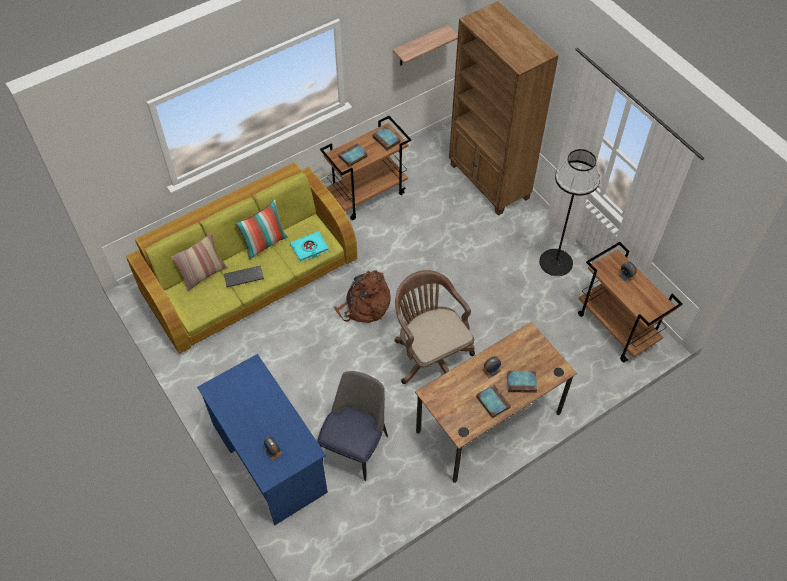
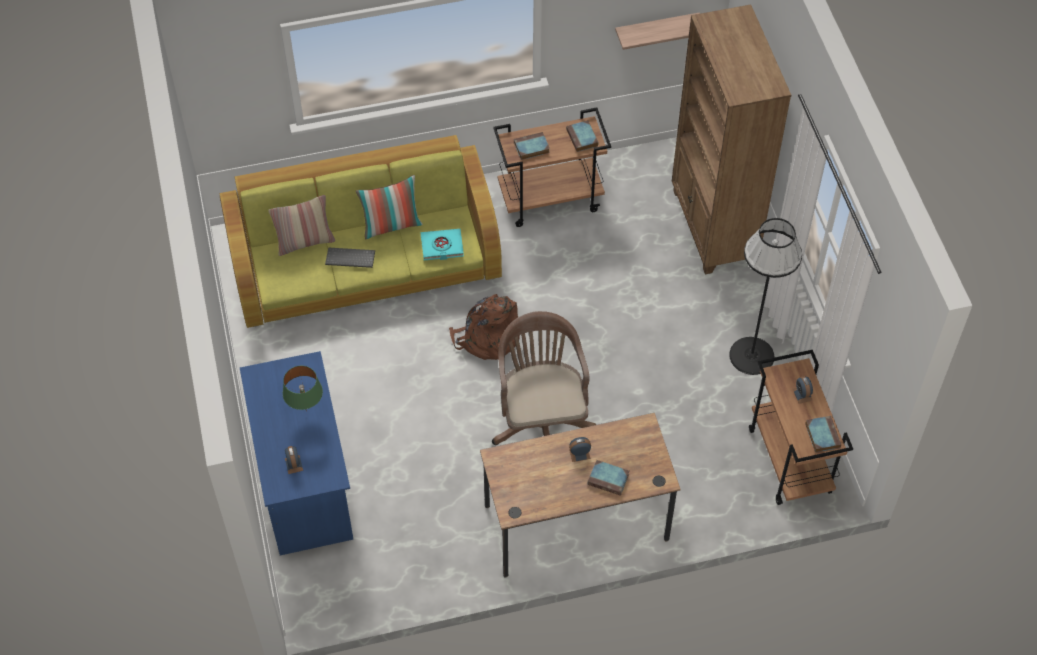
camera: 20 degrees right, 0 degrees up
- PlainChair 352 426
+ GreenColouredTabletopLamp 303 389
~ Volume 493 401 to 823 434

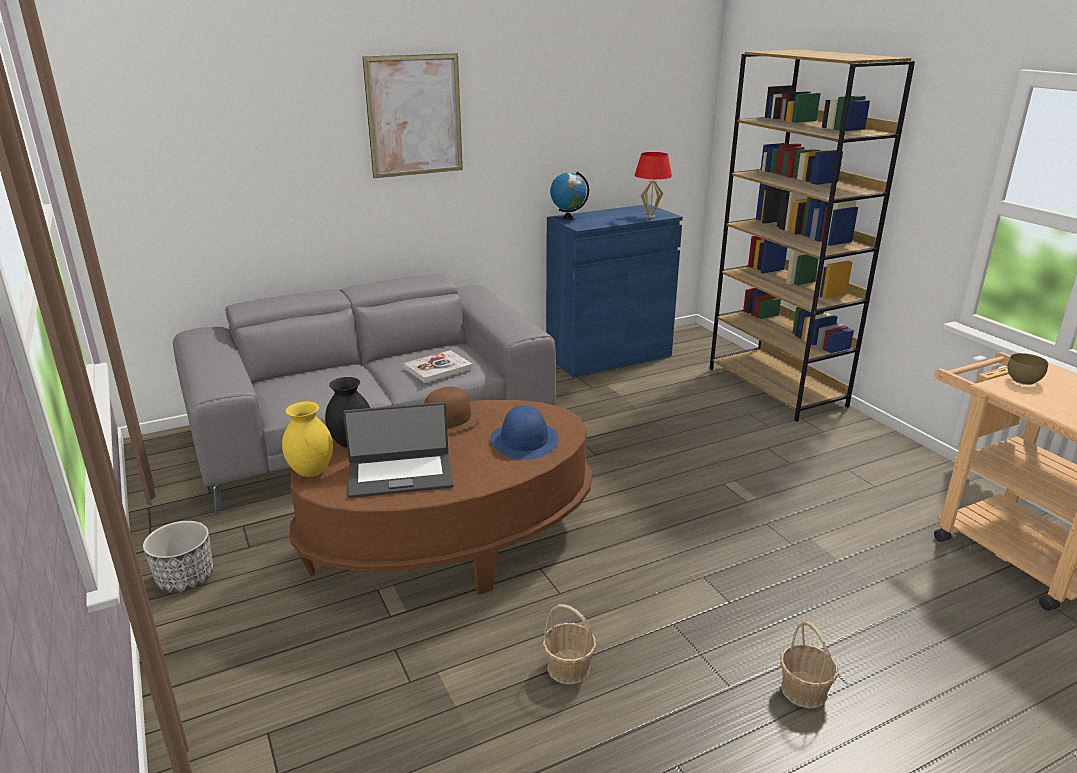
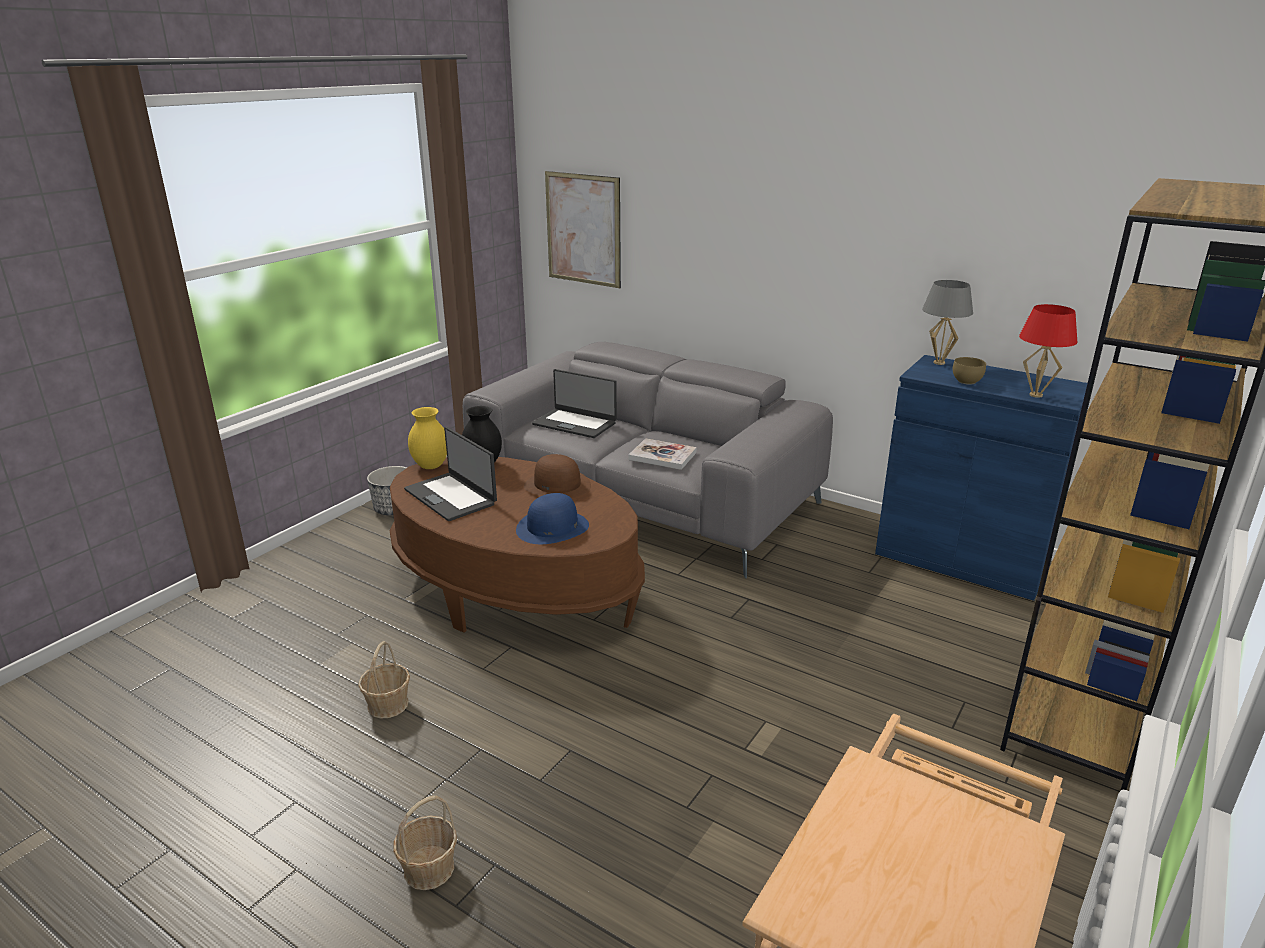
camera: 60 degrees right, 0 degrees up
+ NotebookComputer 574 403
~ WallArt 413 116 to 583 229
~ BrownColouredBowl 1027 369 to 969 371
~ WorldGlobe 569 195 to GreyTabletopLamp 947 322

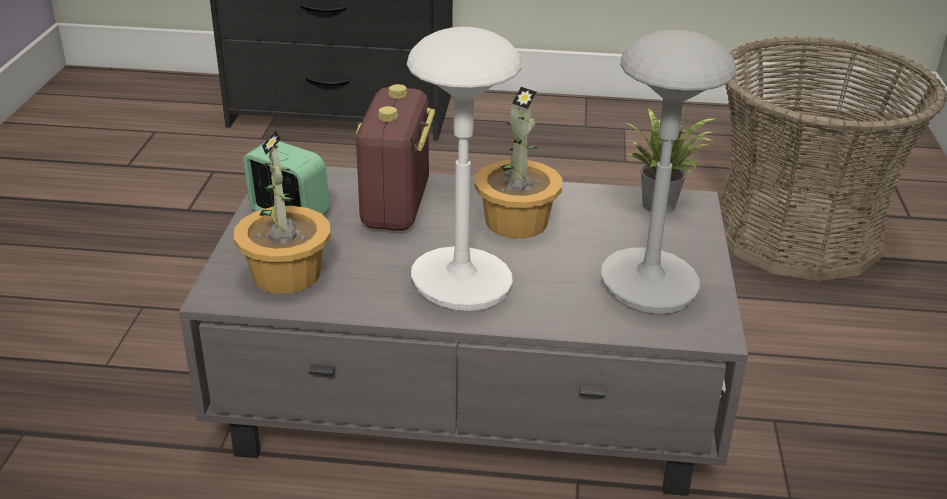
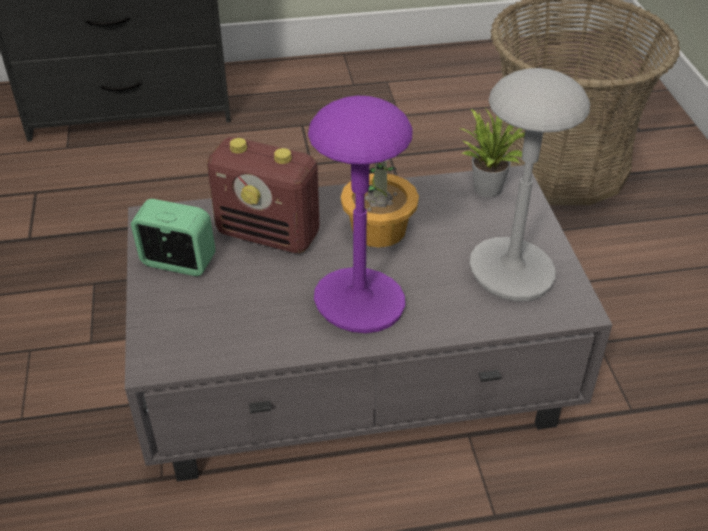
camera: 15 degrees left, 10 degrees up
- Houseplant 282 212
~ WhitishTabletopLamp 464 169 to PurpleColouredTabletopLamp 360 214
~ Radio 395 157 = 263 195 60 degrees counterclockwise

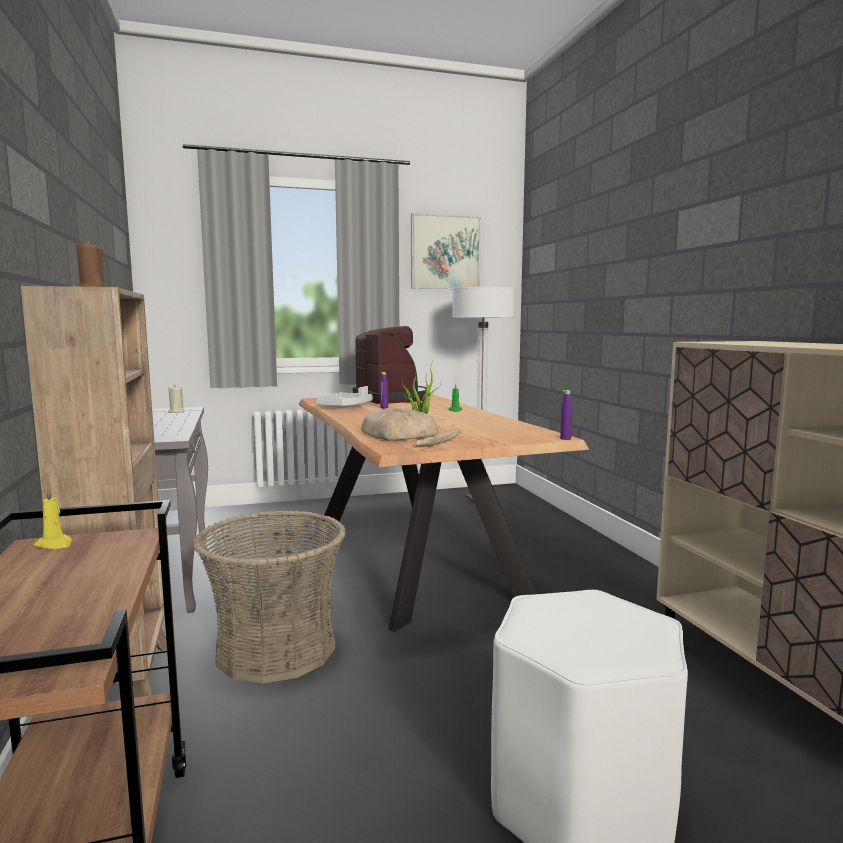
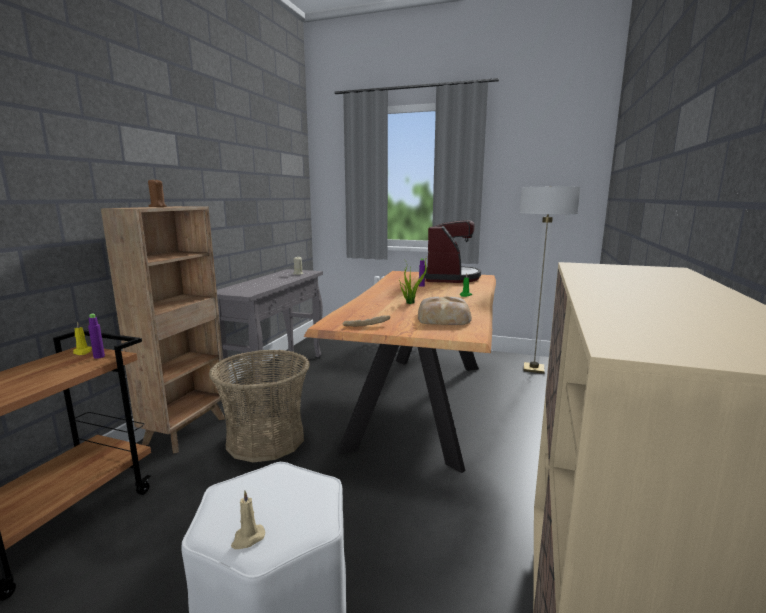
camera: 35 degrees right, 5 degrees up
- GreyServingTray 344 397
- WallArt 446 251
+ BeigeWaxLight 248 520
~ Bread 399 424 to 445 311
~ PurpleColouredDrinkBottle 566 415 to 96 336

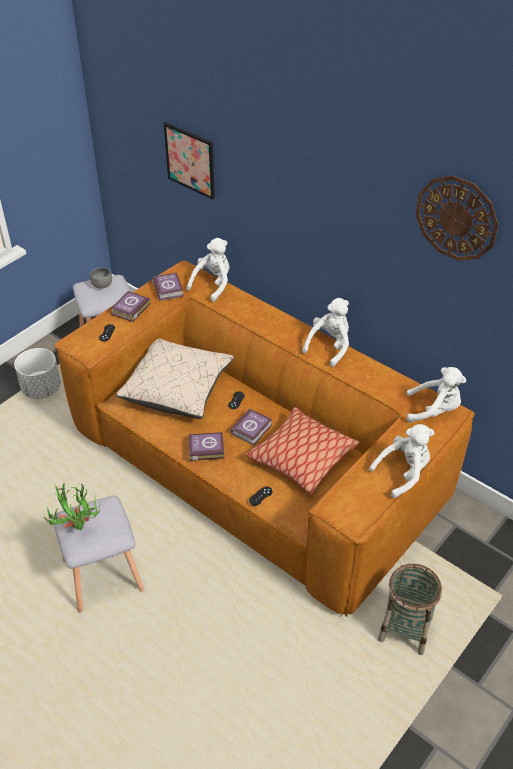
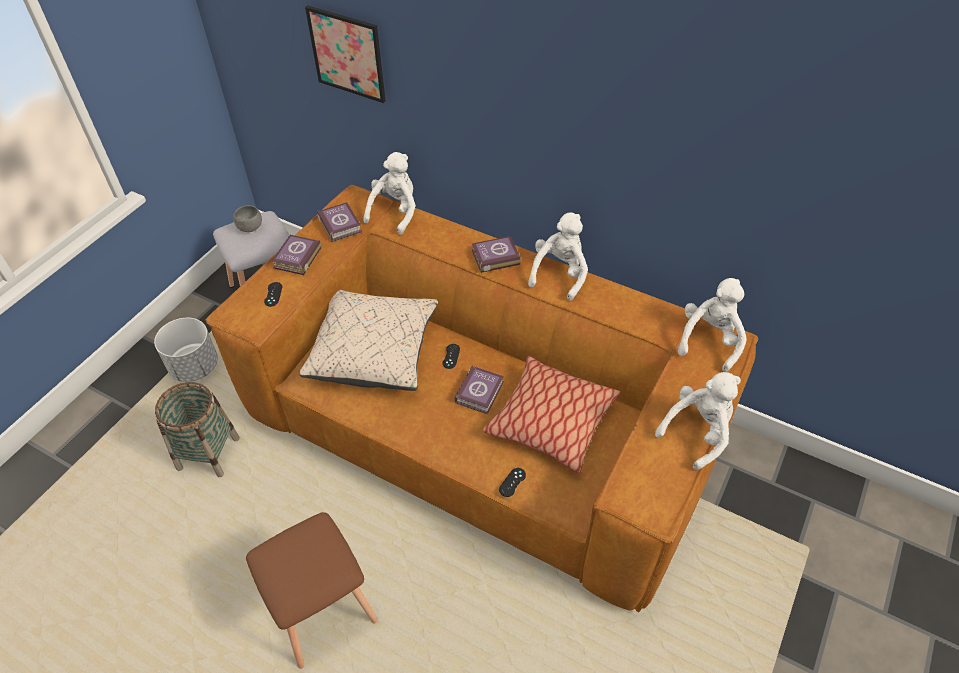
camera: 10 degrees left, 5 degrees up
- Houseplant 73 506
- ClockOnTheWall 457 218
~ Volume 207 446 to 496 254
~ StorageBasket 410 609 to 197 429
~ GreySittingStool 98 554 to BrownColouredSittingStool 312 590
~ WhitishPlushToy 436 395 = 712 325 60 degrees counterclockwise

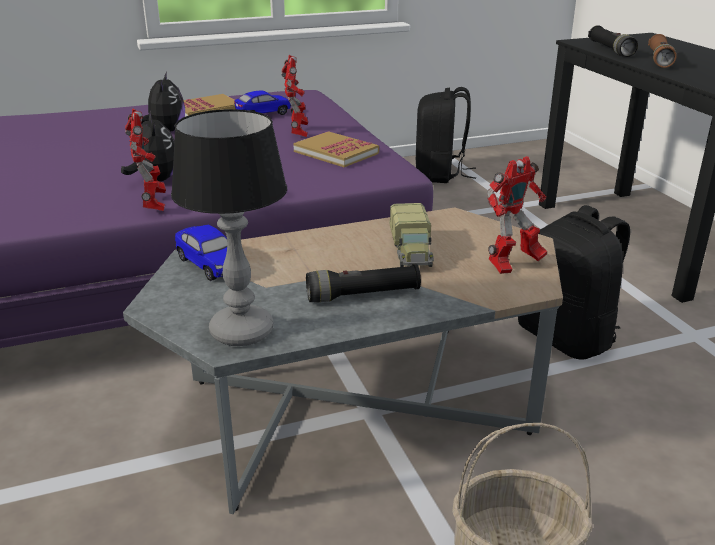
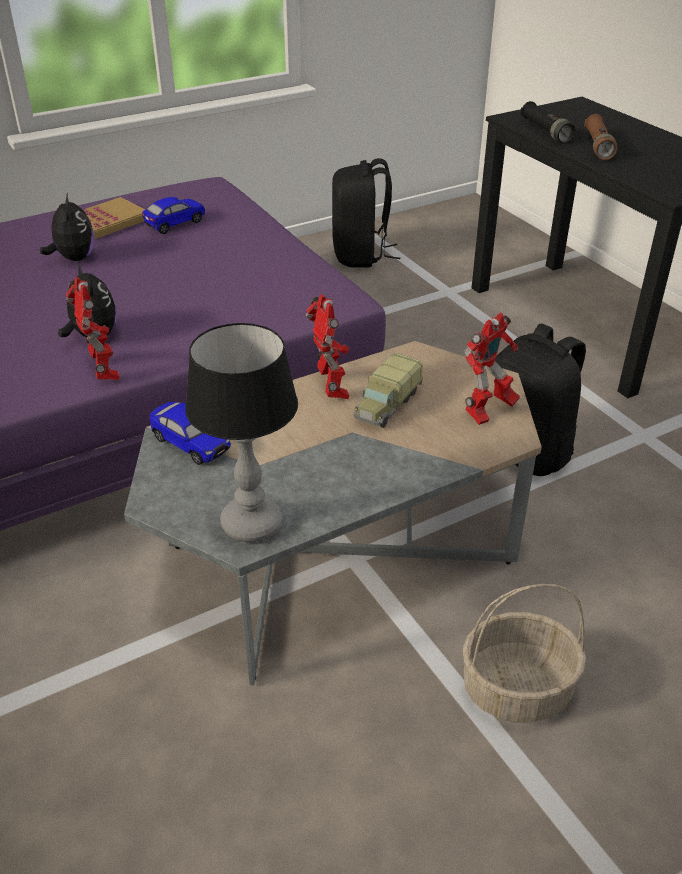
camera: 10 degrees left, 10 degrees up
- Volume 336 149
- BlackColouredHandTorch 363 283
~ ToyRobot 294 96 to 328 346
~ ToyLorry 411 235 = 388 390 45 degrees clockwise

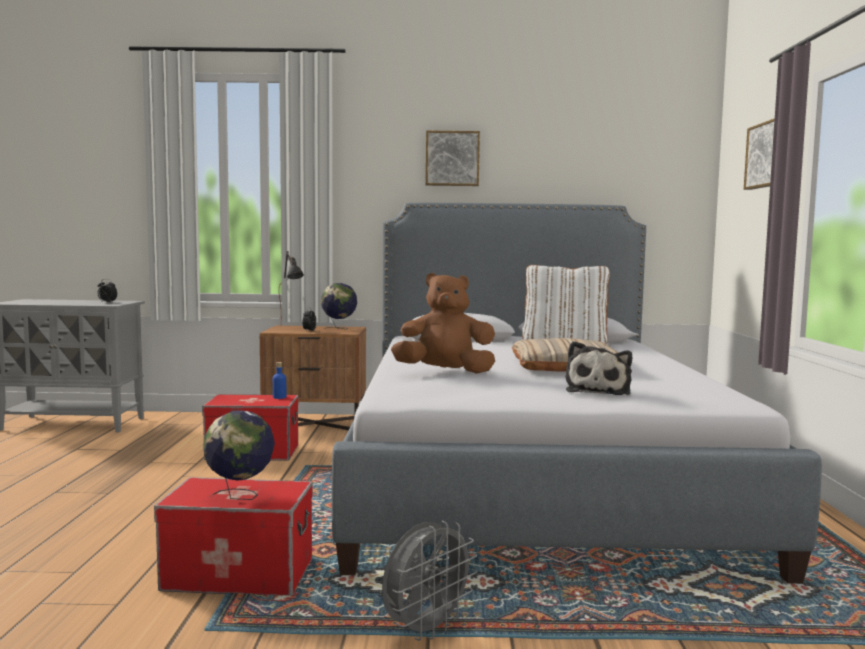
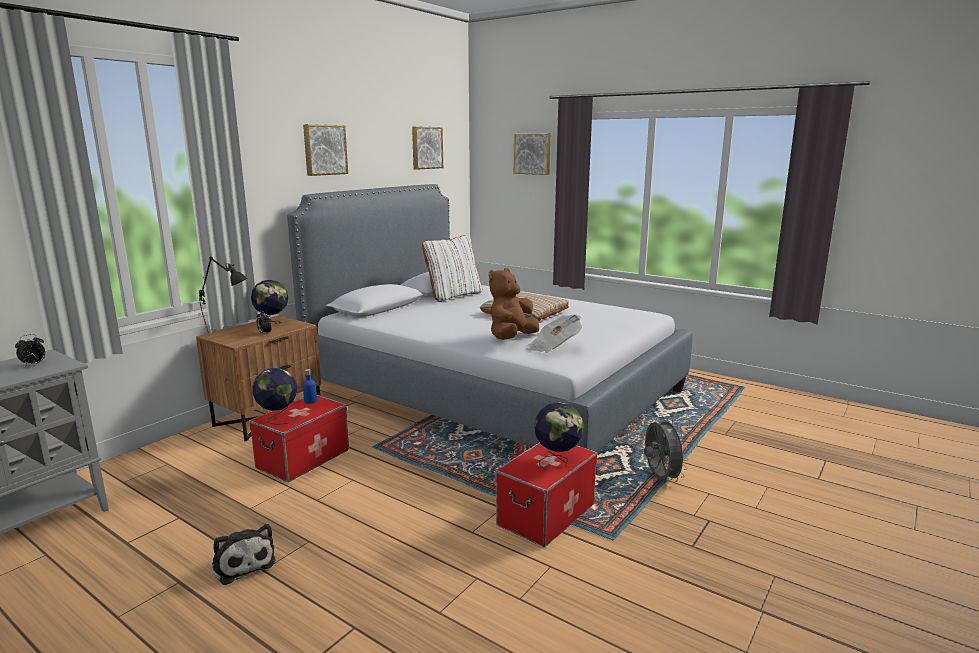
camera: 55 degrees left, 10 degrees up
+ WorldGlobe 274 396
+ WallArt 427 148
+ PrintedPaper 554 333
~ PlushToy 599 368 to 244 554

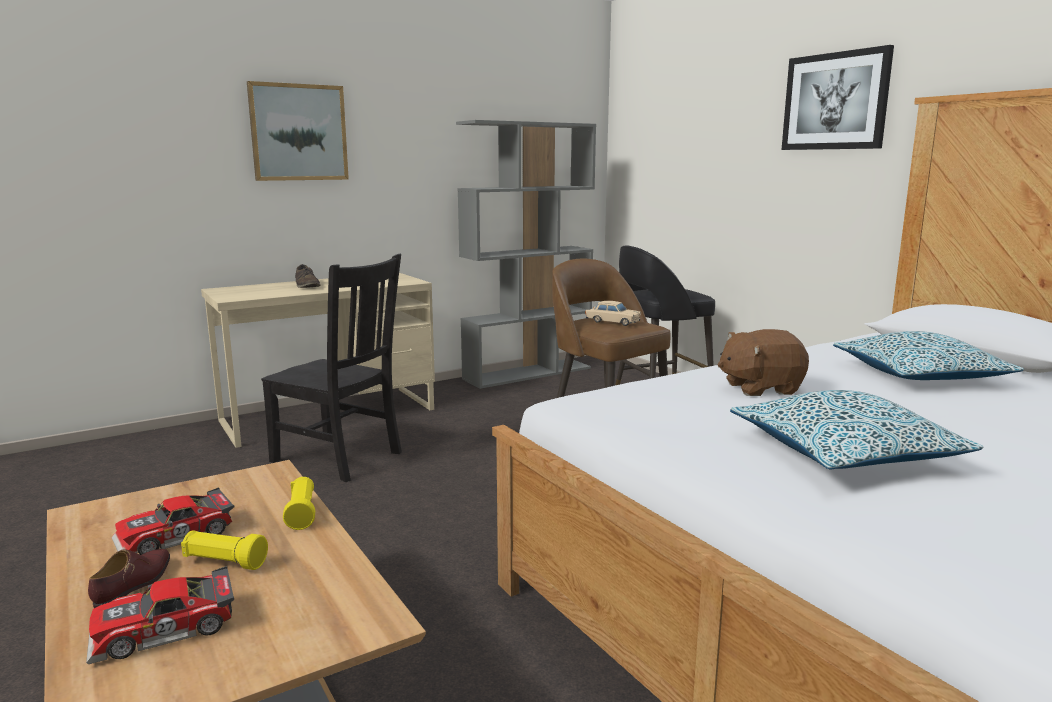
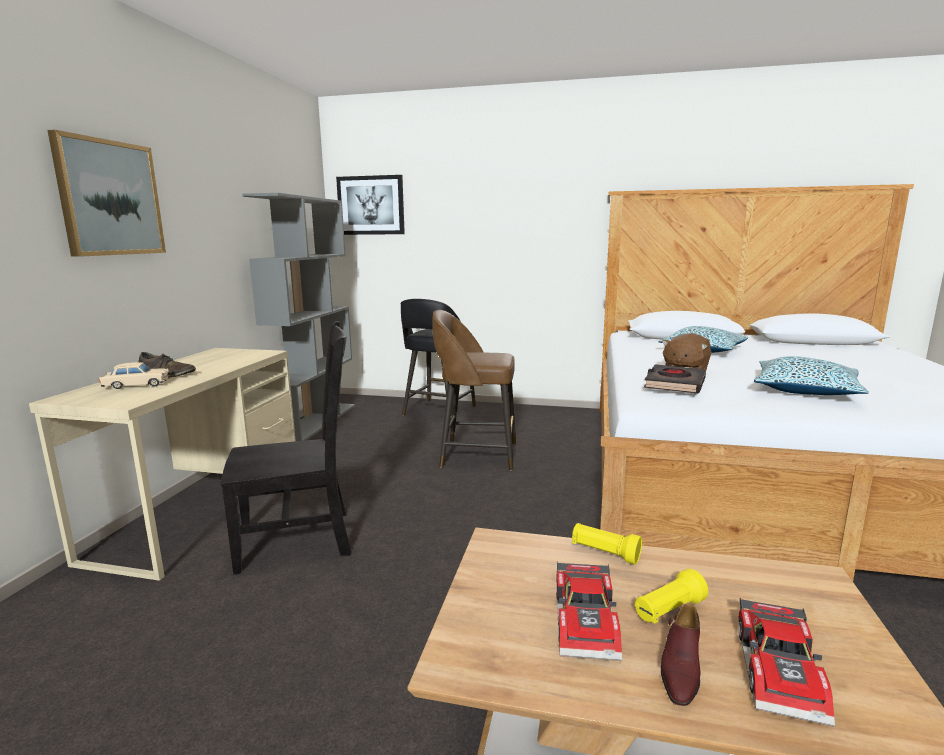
camera: 45 degrees left, 0 degrees up
+ BlackColouredVolume 675 379
~ BeigeMiniatureCar 613 313 to 134 375
~ WallArt 838 97 to 370 205
~ BrownColouredItemOfFootwear 129 578 = 680 654 120 degrees counterclockwise

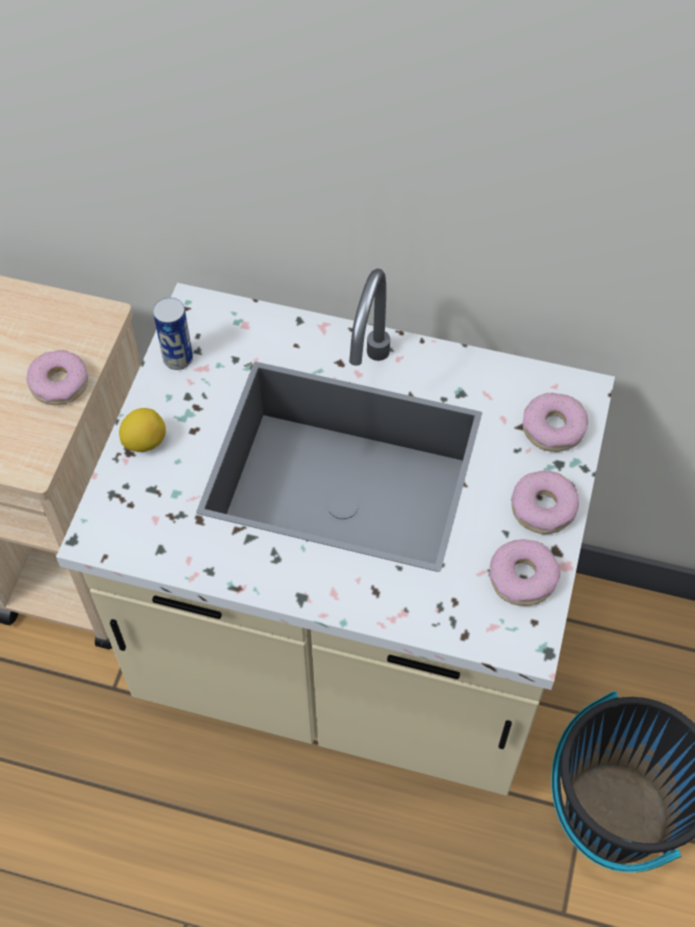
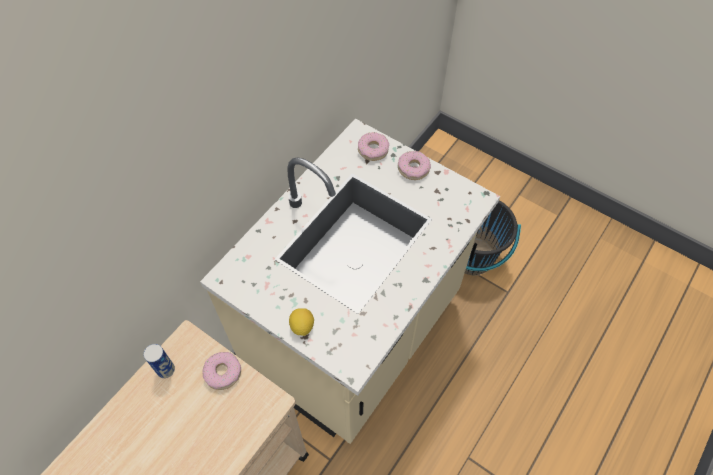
camera: 70 degrees left, 0 degrees up
- Donut 525 572
~ Can 173 333 to 159 361

